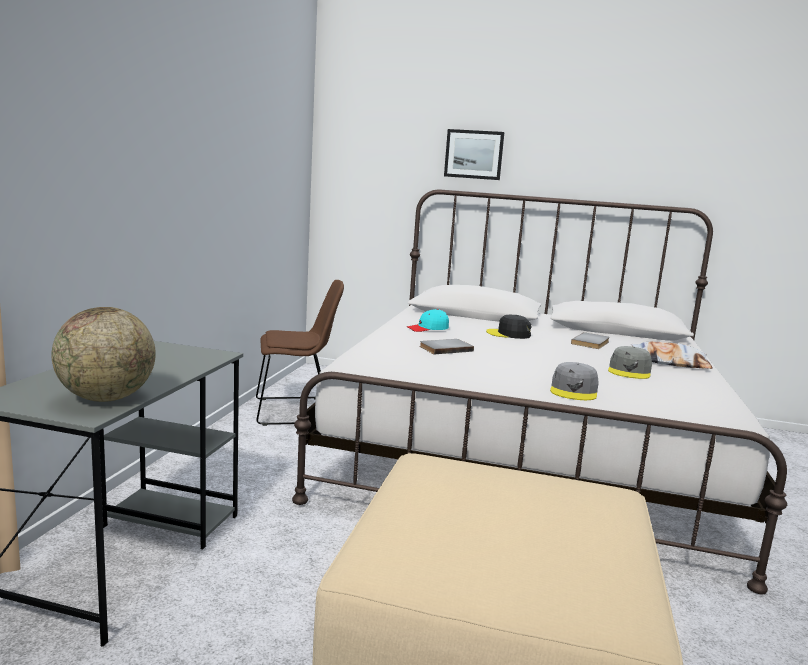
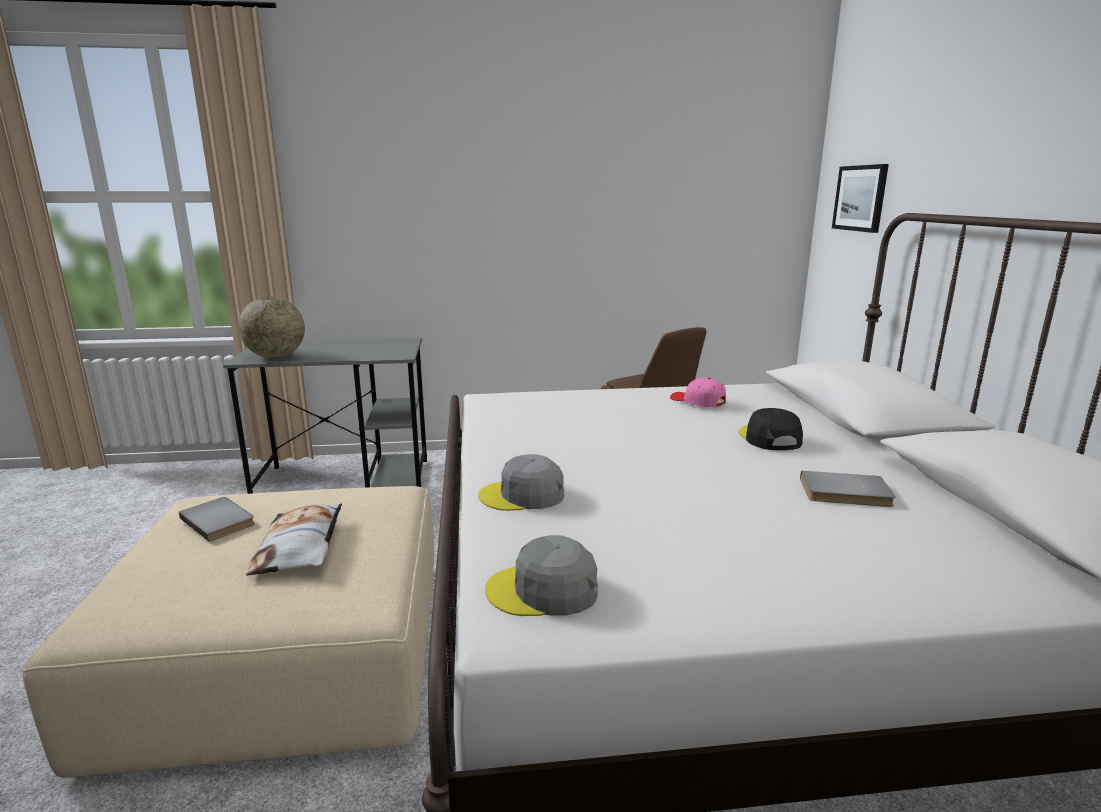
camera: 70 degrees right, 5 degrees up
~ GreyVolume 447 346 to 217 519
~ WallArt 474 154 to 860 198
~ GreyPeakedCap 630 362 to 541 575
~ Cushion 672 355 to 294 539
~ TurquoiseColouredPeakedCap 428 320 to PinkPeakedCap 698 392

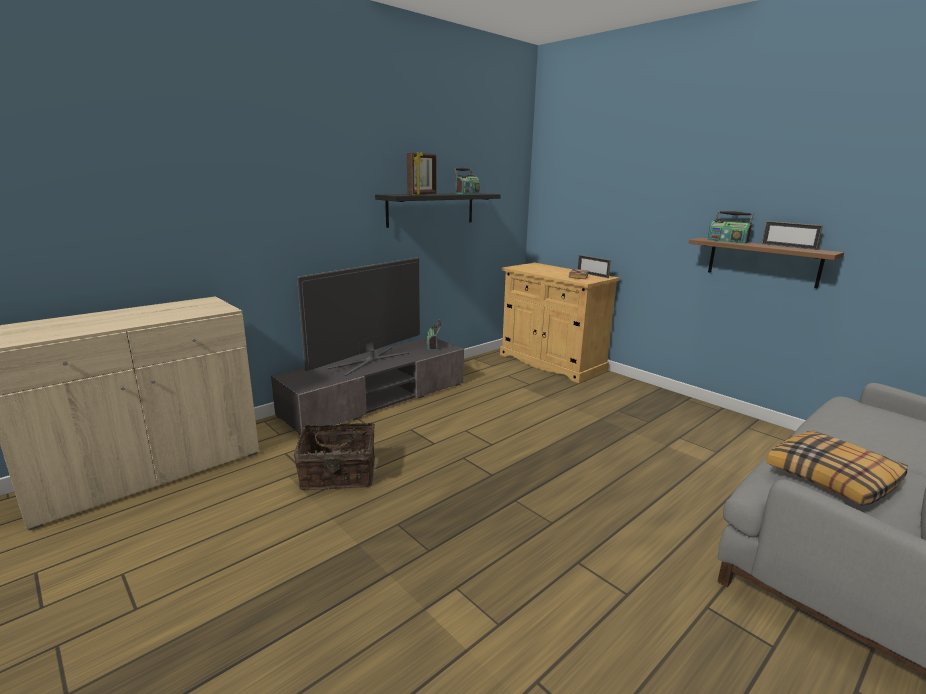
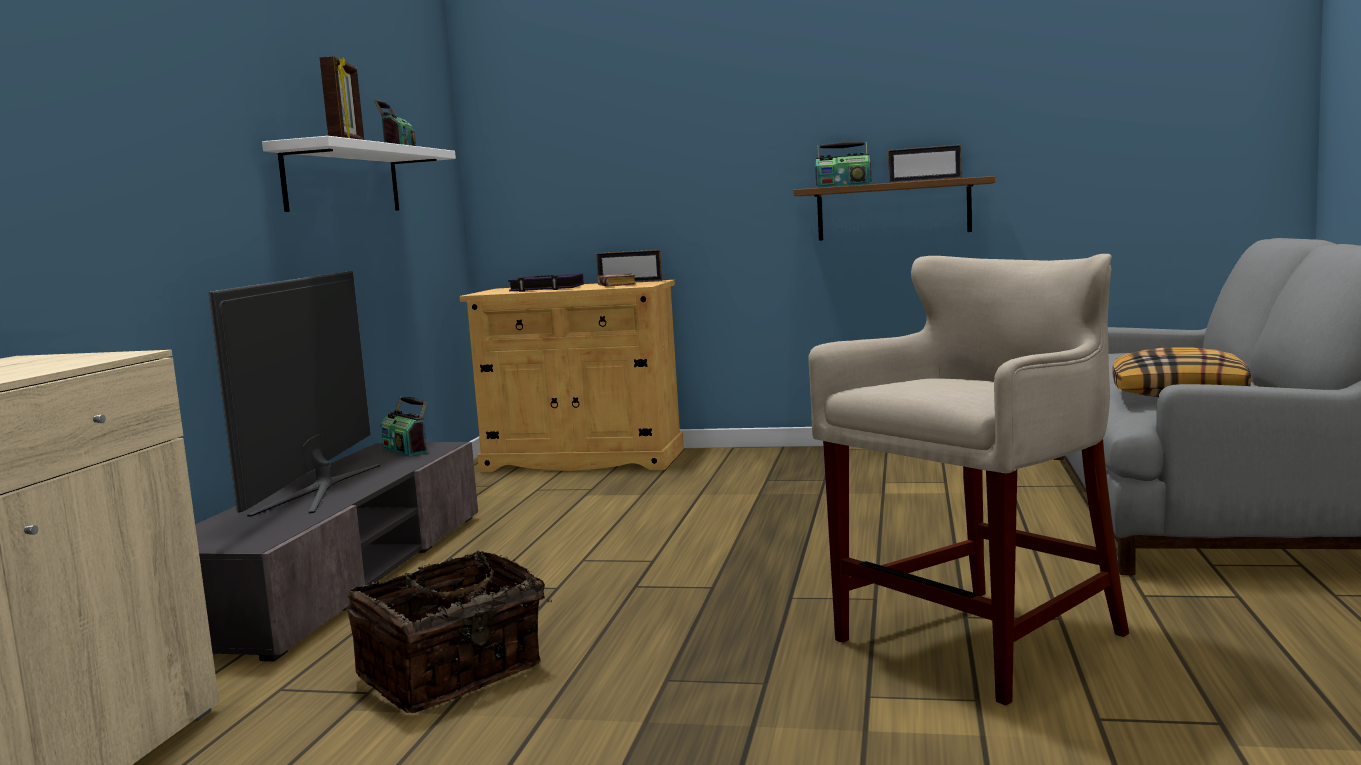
camera: 35 degrees left, 10 degrees down
+ Volume 546 282
+ BeigeSittingStool 968 480
~ BlackColouredBracketShelf 438 210 to WhitishBracketShelf 359 174

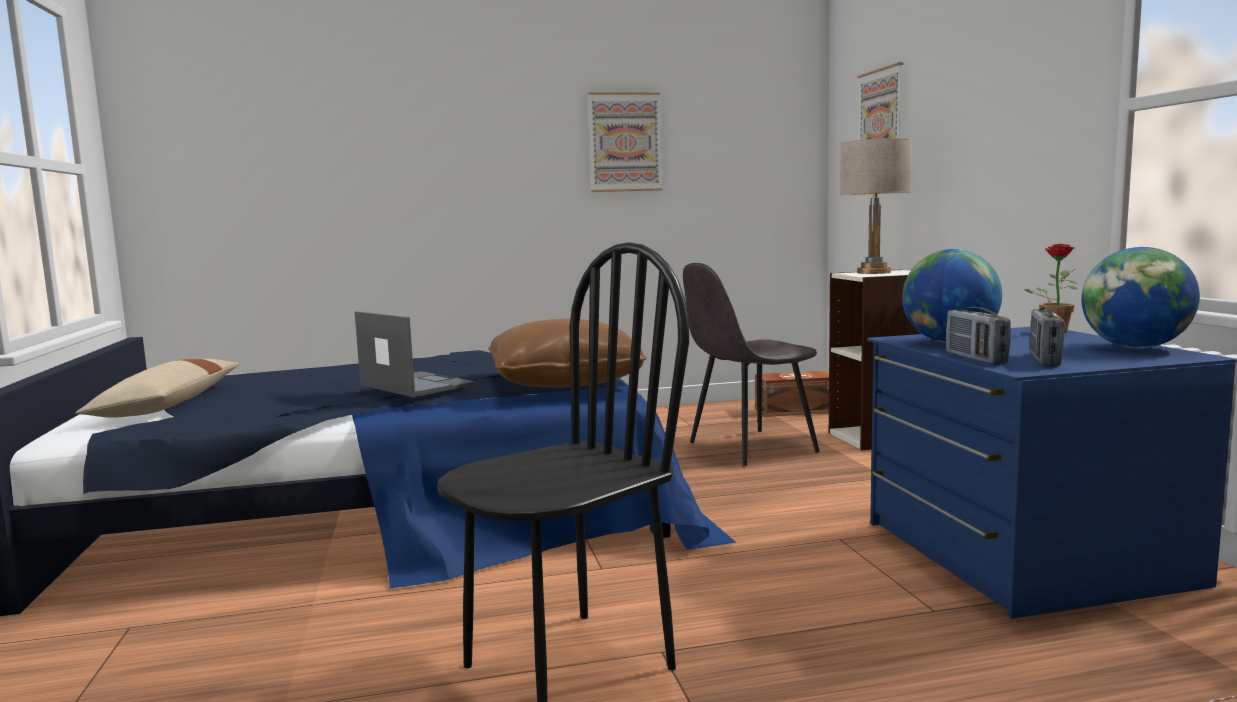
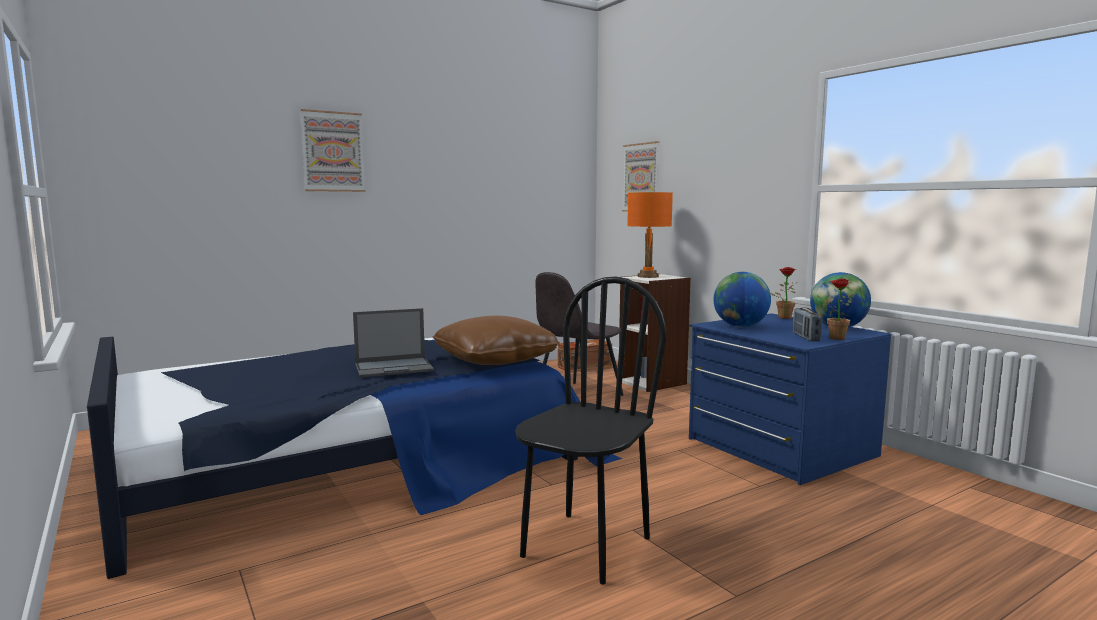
camera: 20 degrees left, 0 degrees up
- BeigeCushion 158 388
- Radio 978 335
+ Houseplant 836 309
~ WallArt 625 142 to 332 150
~ BeigeTabletopLamp 876 206 to OrangeyTabletopLamp 650 235
~ NotebookComputer 415 354 = 393 342 135 degrees clockwise

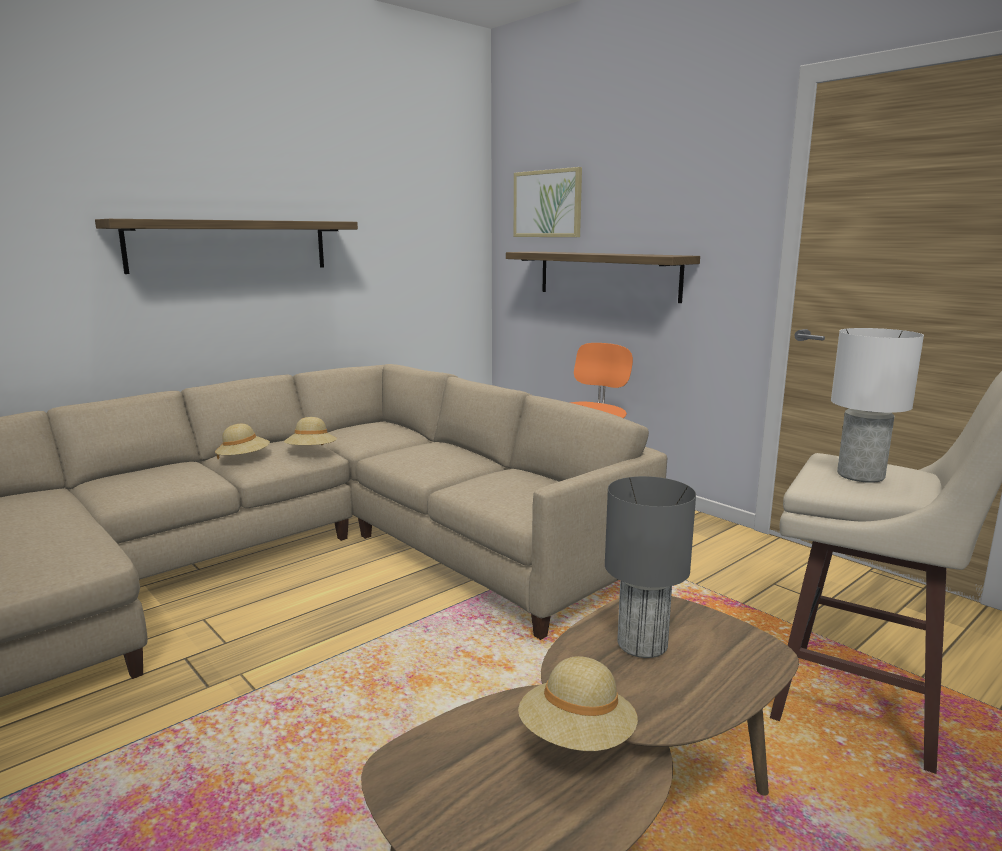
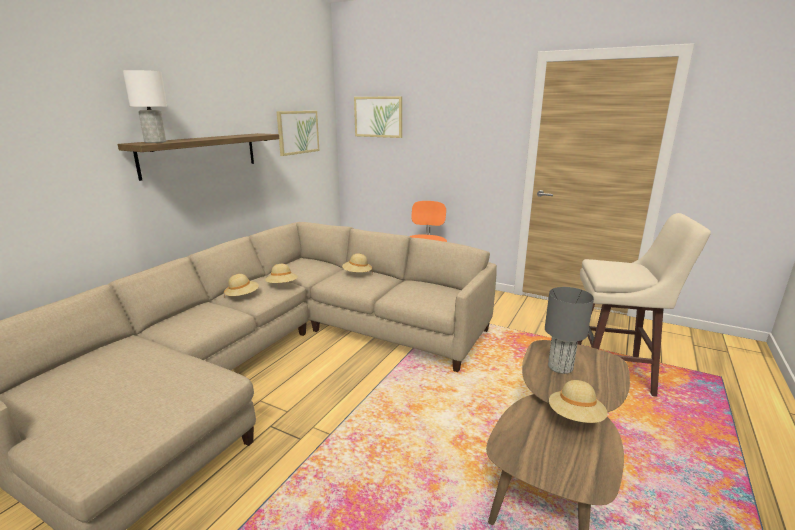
camera: 20 degrees left, 5 degrees up
- BracketShelf 603 277
+ WallArt 297 133
+ BeigeClothingHat 357 263
~ WhitishTabletopLamp 877 405 to 145 106

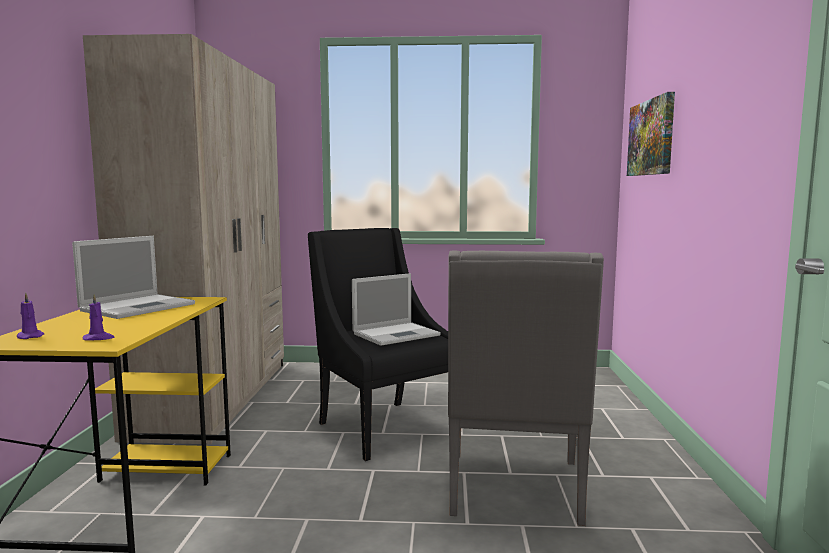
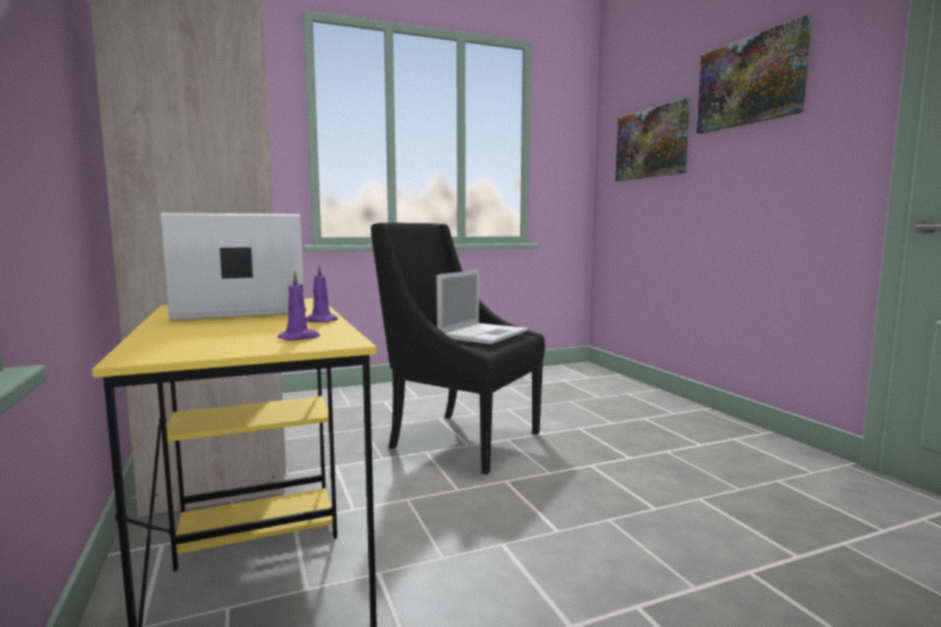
camera: 25 degrees left, 0 degrees up
- GreyEasyChair 526 388
+ WallArt 754 74
~ PurpleColouredWaxLight 30 316 to 322 293
~ NotebookComputer 133 277 = 233 266 120 degrees counterclockwise

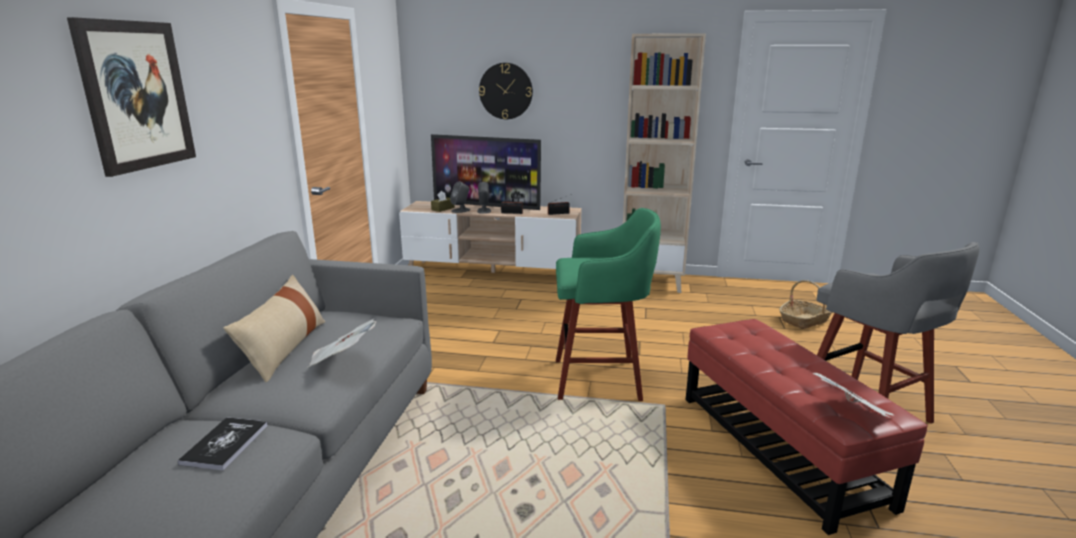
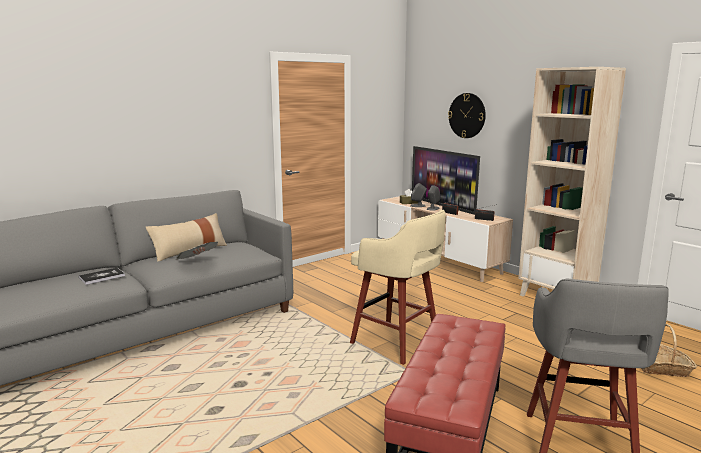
camera: 40 degrees right, 5 degrees down
- WallArt 131 97
- PrintedPaper 853 395
~ GreenColouredSittingStool 608 304 to BeigeSittingStool 398 287

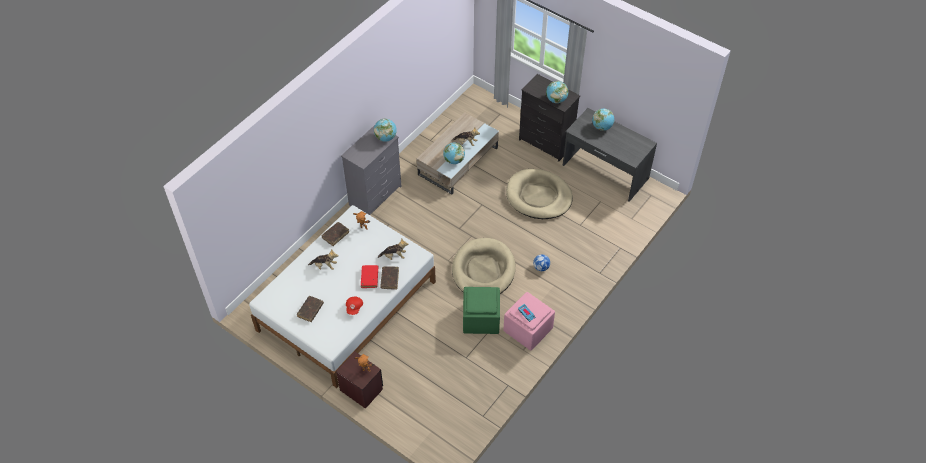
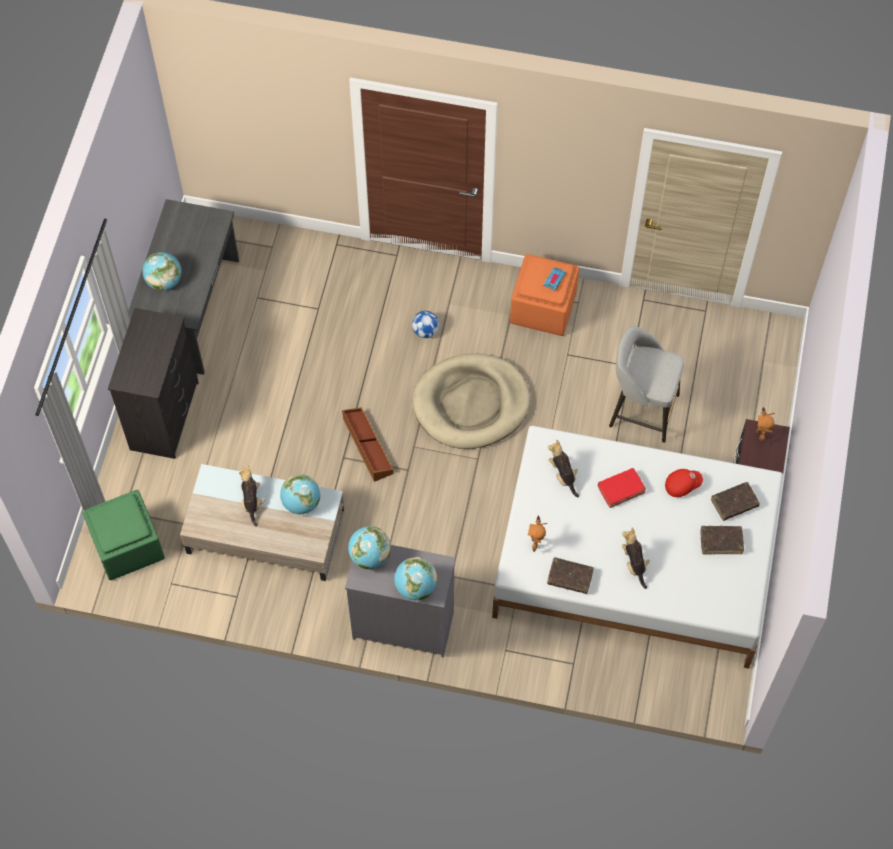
camera: 115 degrees left, 10 degrees up
- BeigeDogCushion 539 194
+ BrownColouredStorageContainer 367 444
+ GreySittingStool 646 384
~ BrownColouredVolume 389 277 to 735 501
~ GreenColouredPouffe 481 310 to 123 535
~ WorldGlobe 557 92 to 415 578
~ PinkPouffe 529 321 to OrangeyPouffe 544 295

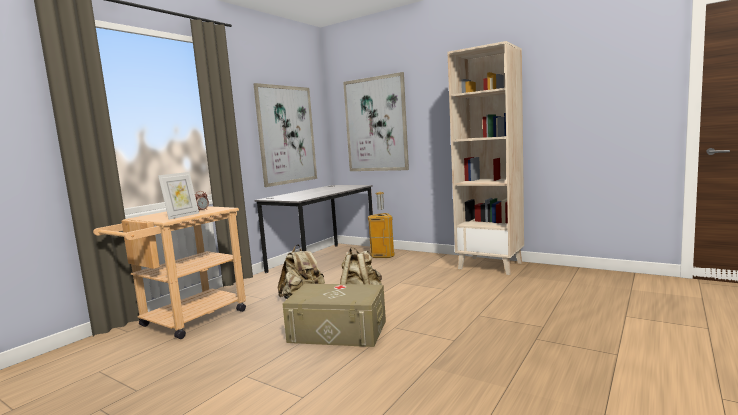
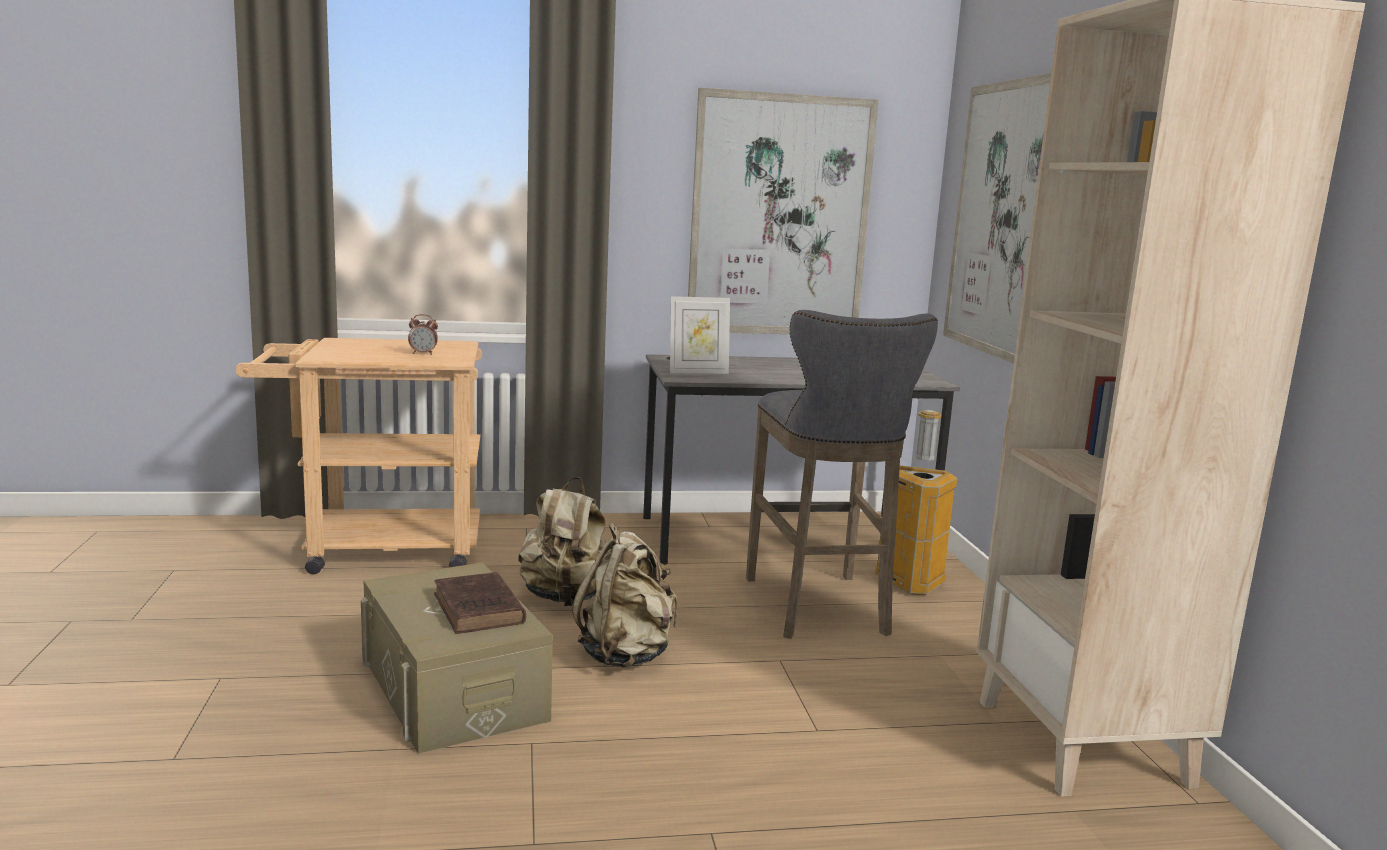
camera: 45 degrees right, 5 degrees up
+ BrownColouredVolume 480 603
+ GreySittingStool 842 474
~ PictureFrame 178 196 to 700 335

